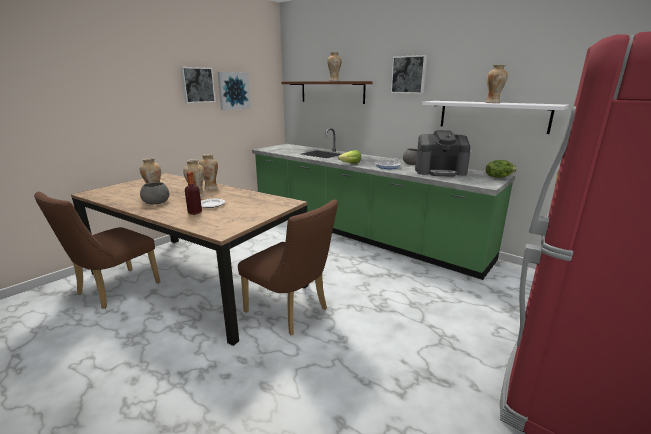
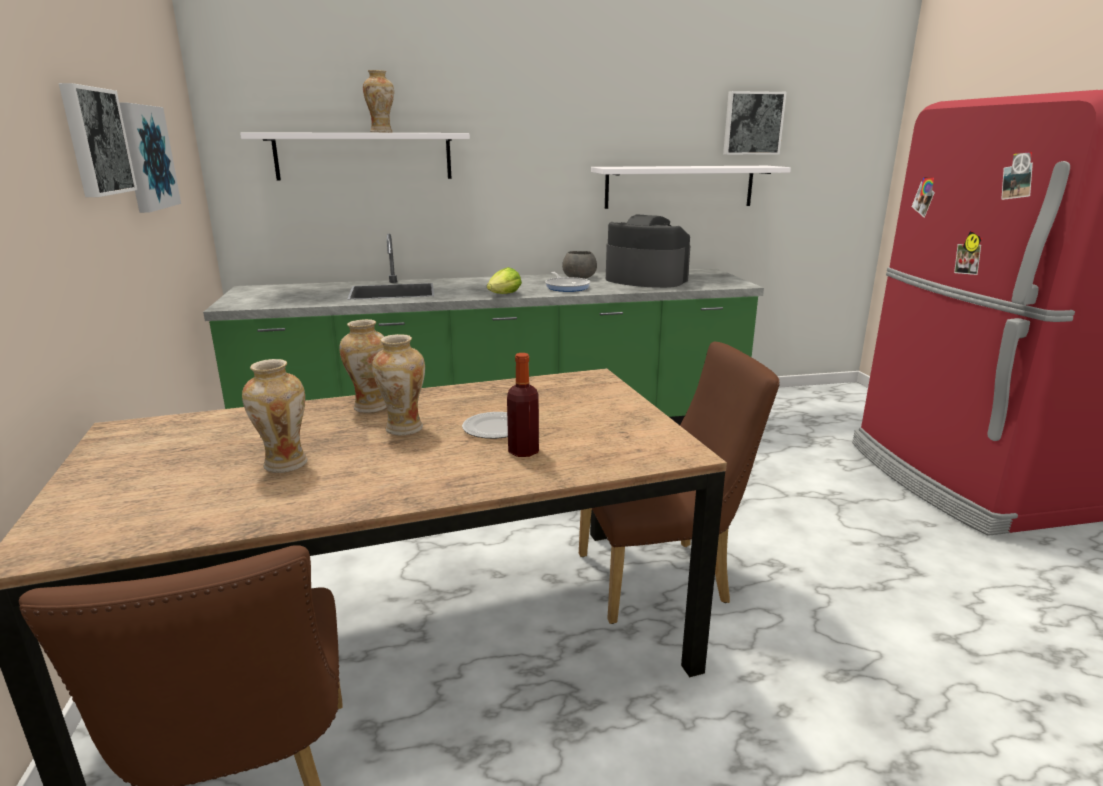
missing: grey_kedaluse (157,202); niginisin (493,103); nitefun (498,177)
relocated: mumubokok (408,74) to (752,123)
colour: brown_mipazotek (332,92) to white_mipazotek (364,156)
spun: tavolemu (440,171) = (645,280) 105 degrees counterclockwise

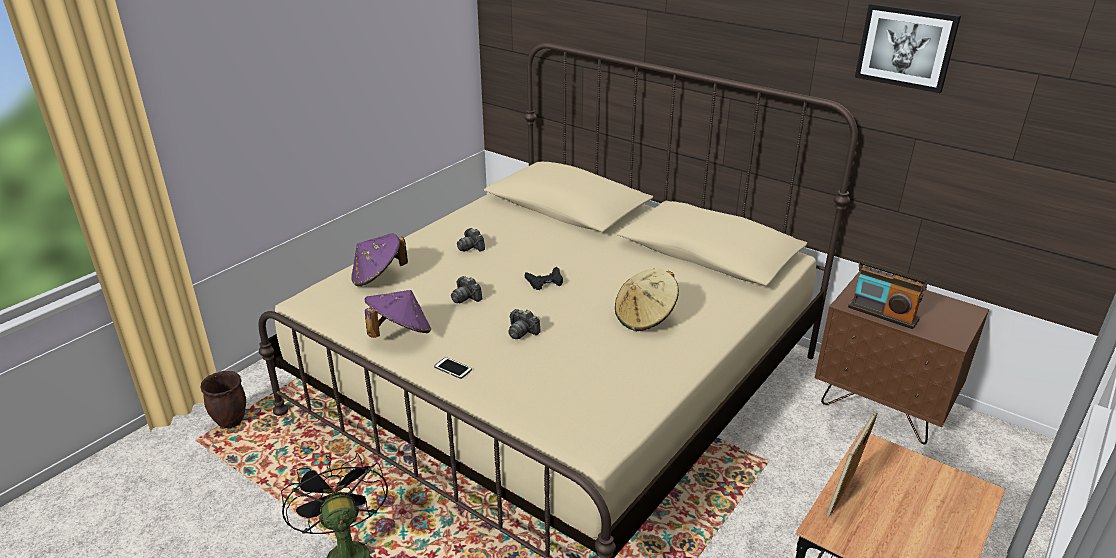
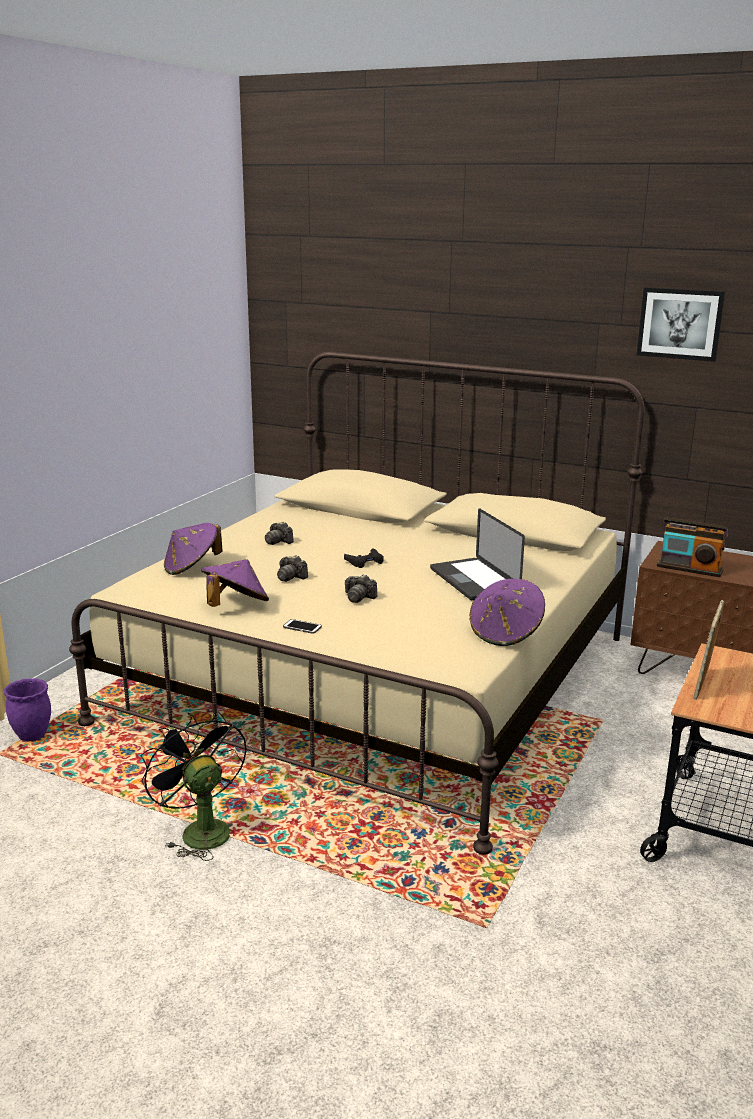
appeared: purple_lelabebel (506,633)
exchanged: beige_lelabebel (645,317) to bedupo (474,580)
colour: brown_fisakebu (231,421) to purple_fisakebu (33,735)

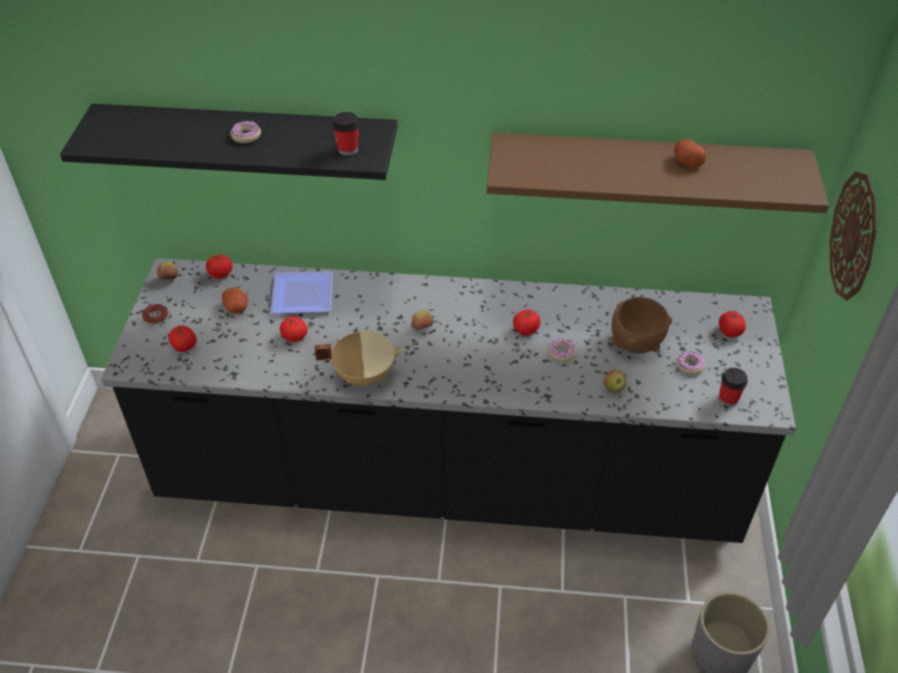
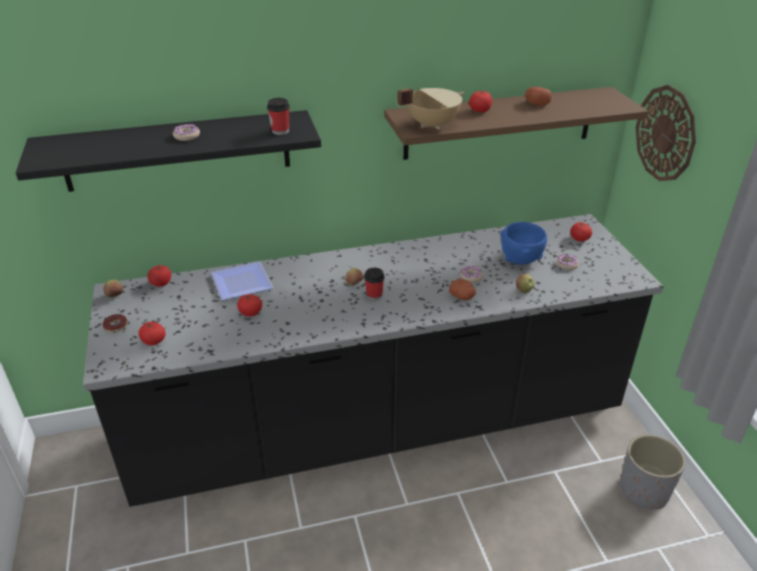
relocated: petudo (237,308) to (462,296); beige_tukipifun (364,374) to (431,124); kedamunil (526,330) to (480,110); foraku (728,399) to (374,295)
colour: brown_kedaluse (635,343) to blue_kedaluse (520,259)

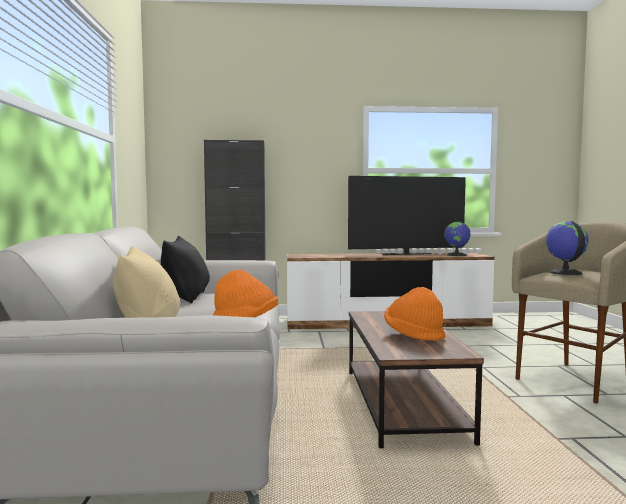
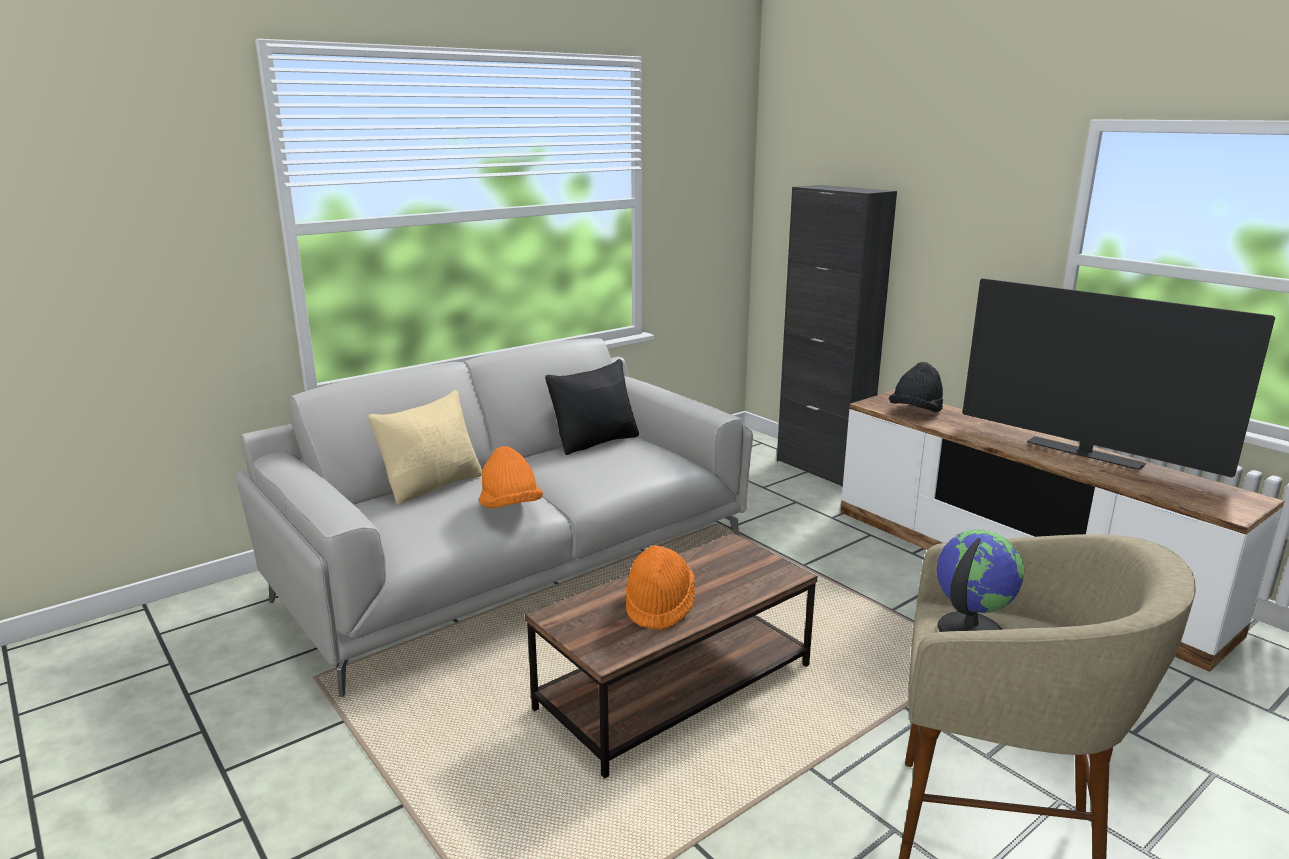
missing: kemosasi (457,255)
appeared: black_lelabebel (915,412)

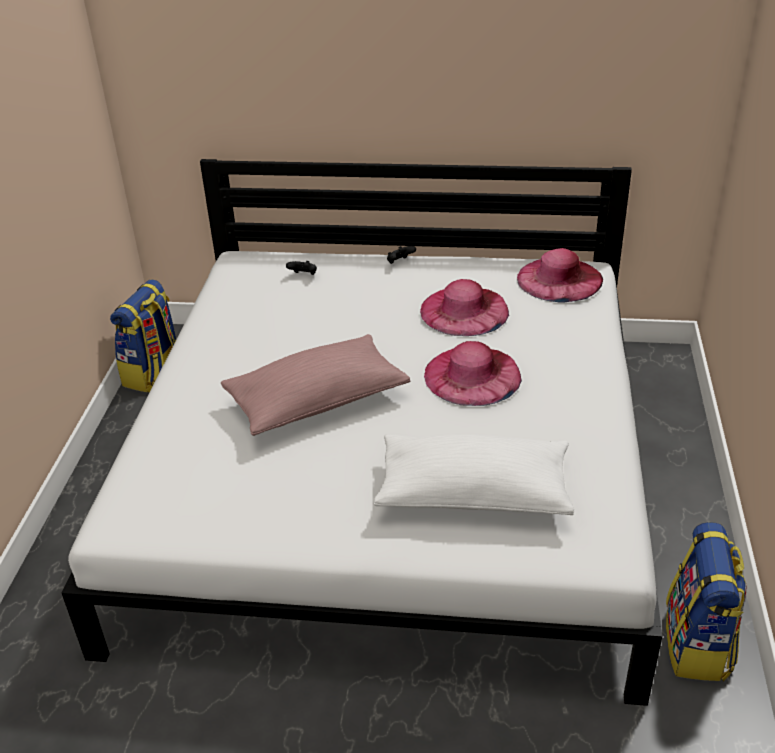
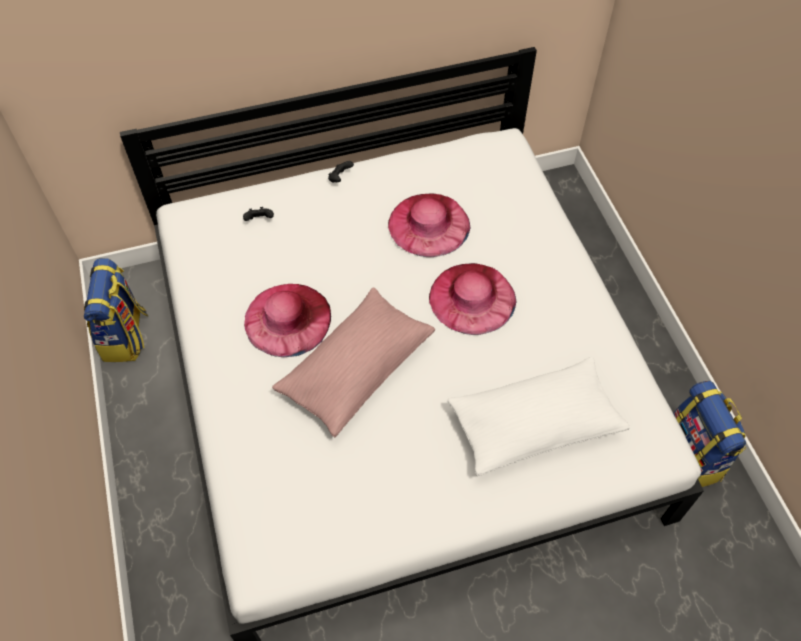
relocated: pink_lelabebel (559,279) to (288,319)

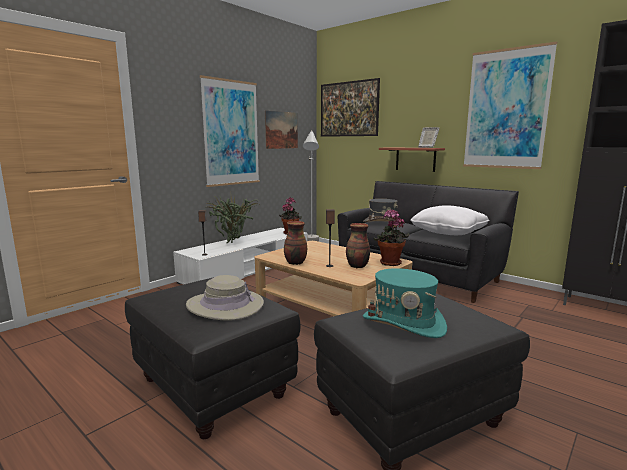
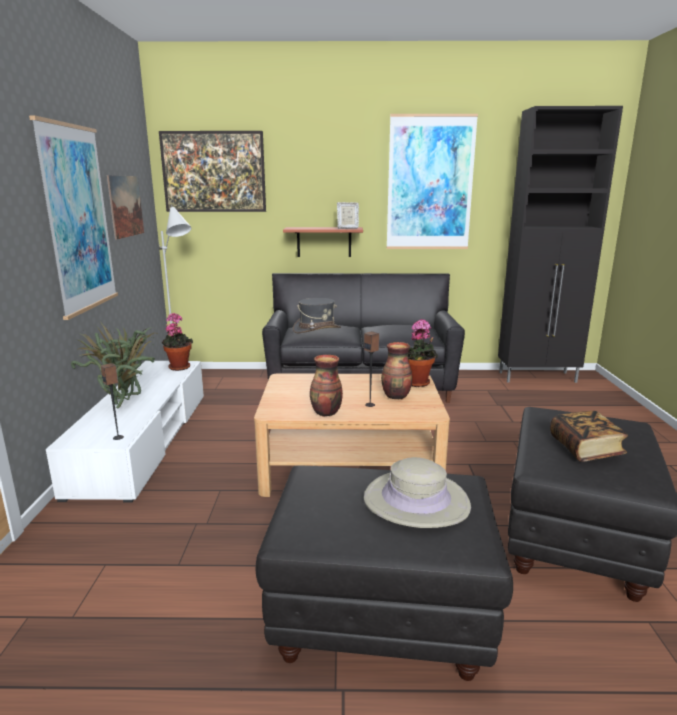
missing: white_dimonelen (448,232)
exchanged: turquoise_lelabebel (403,323) to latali (585,449)

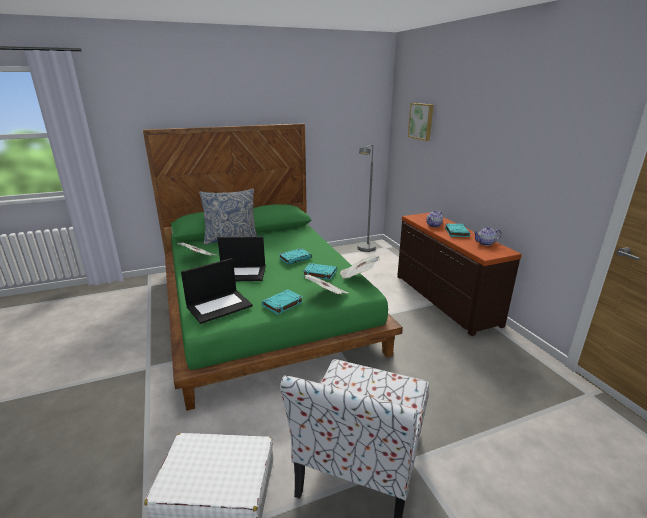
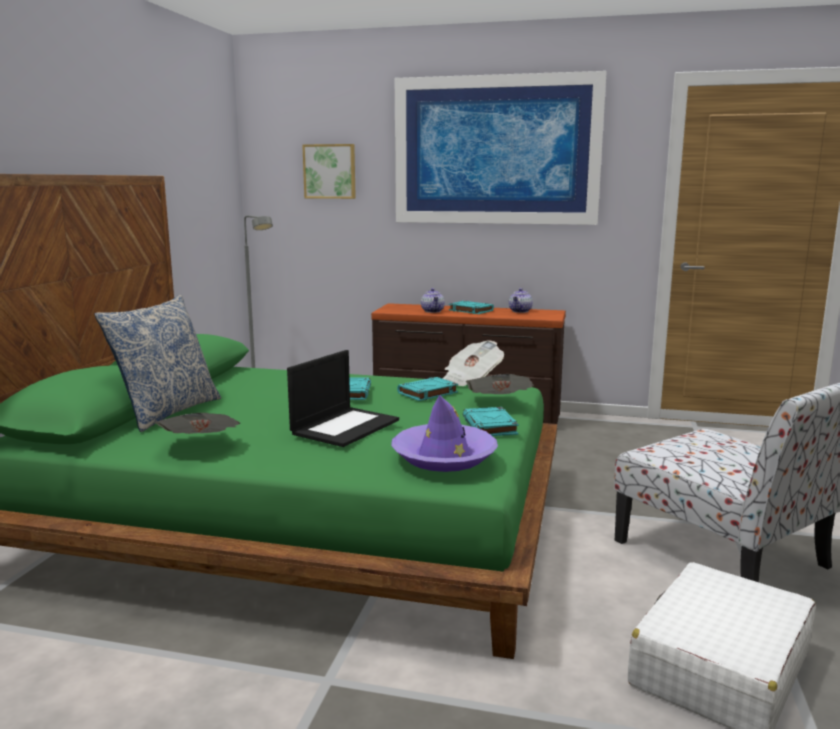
appeared: mumubokok (496,151)
exchanged: bedupo (219,306) to purple_lelabebel (444,456)

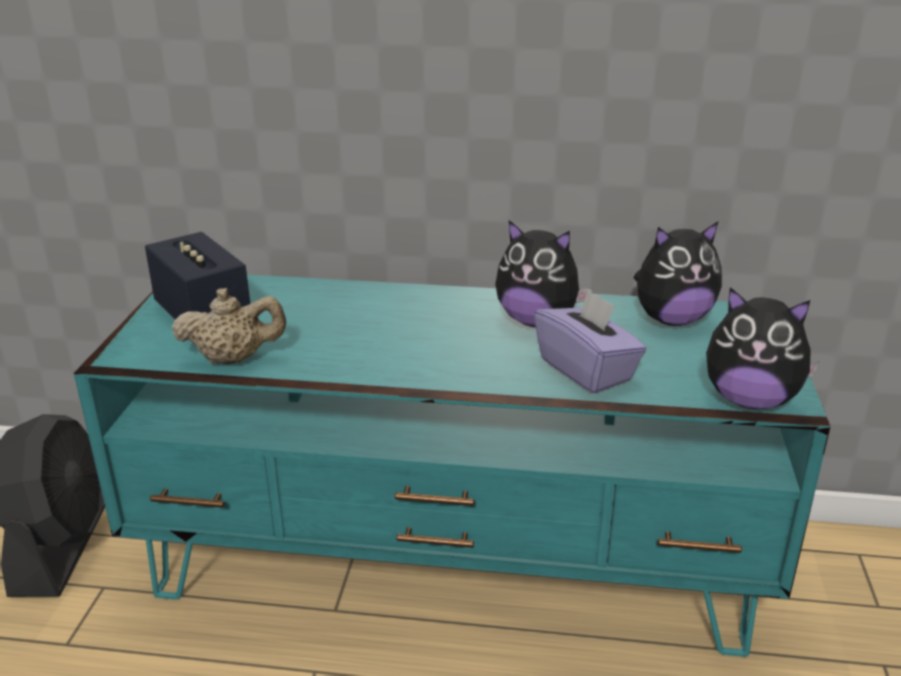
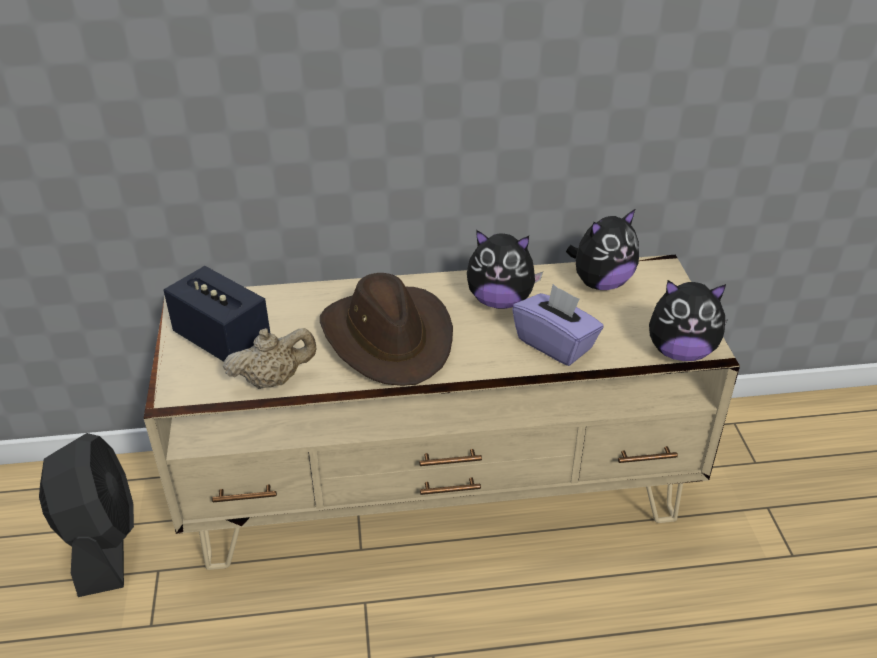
appeared: brown_lelabebel (389,338)
colour: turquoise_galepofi (453,565) to beige_galepofi (440,492)

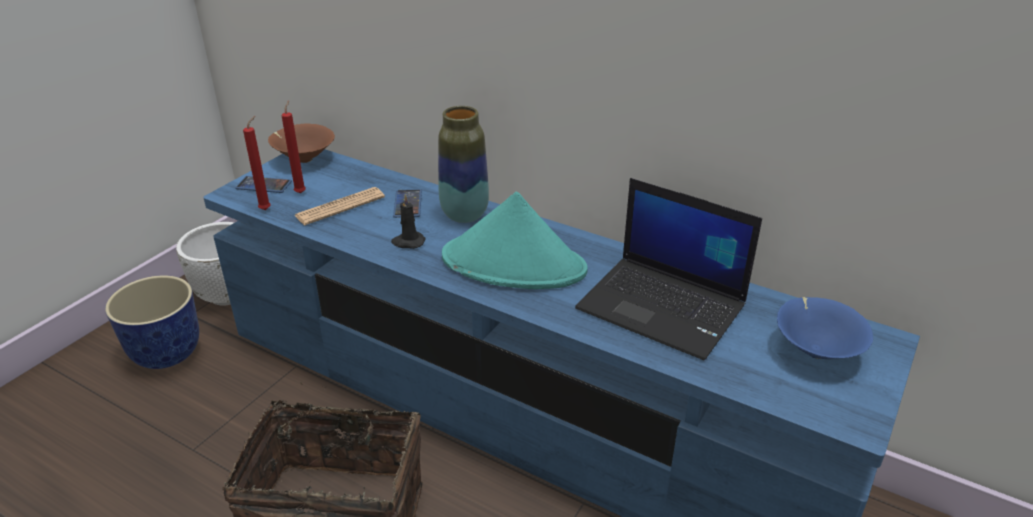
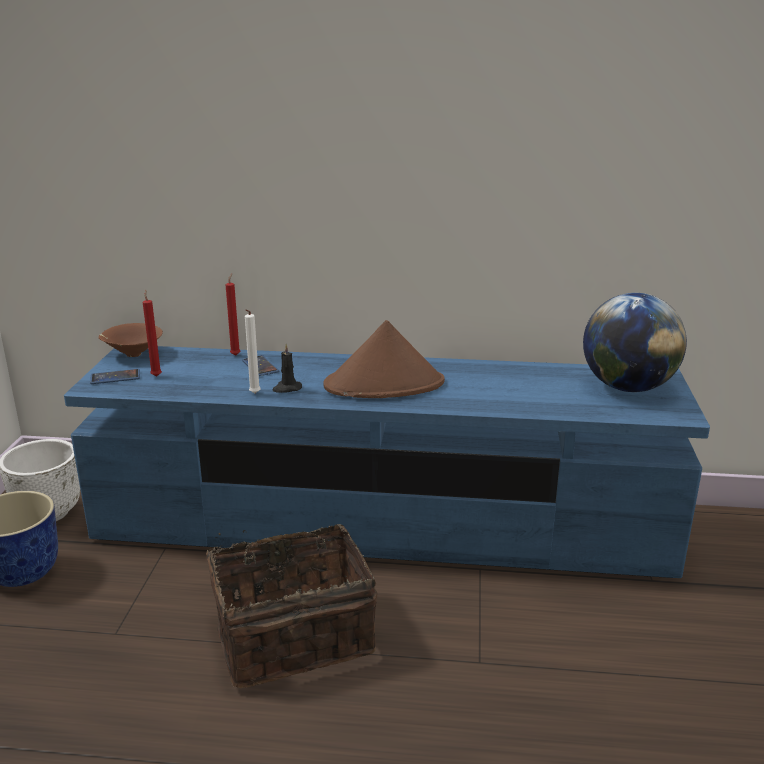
missing: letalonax (340,207); niginisin (464,215); bedupo (664,307)
appeared: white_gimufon (254,394)
relocated: red_gimufon (267,209) to (236,355)
exchanged: blue_kedaluse (815,350) to kemosasi (627,387)
colour: turquoise_lelabebel (514,264) to brown_lelabebel (385,385)

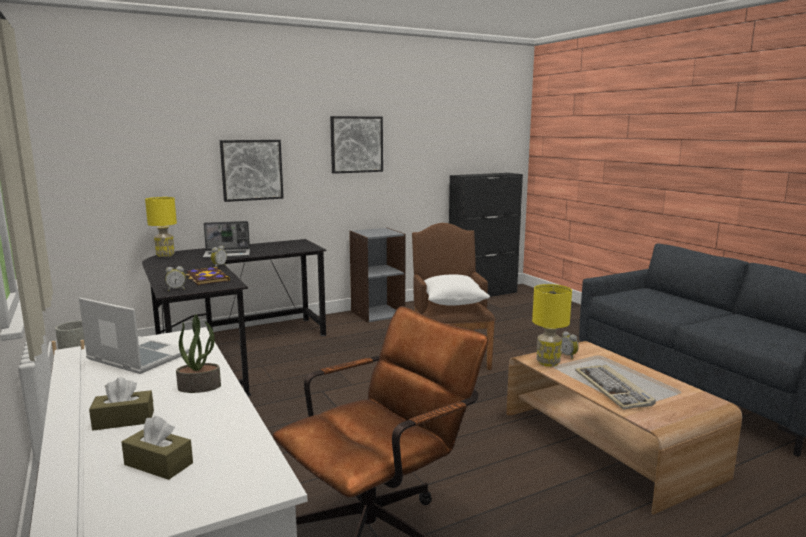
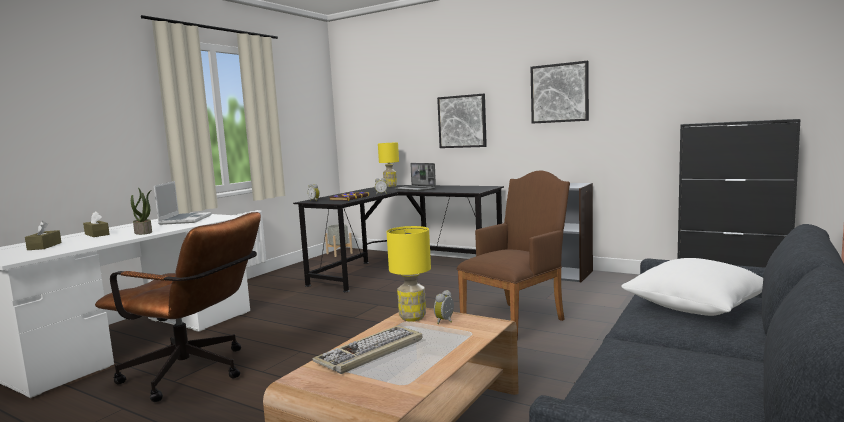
relocated: white_dimonelen (452,302) to (696,307)

